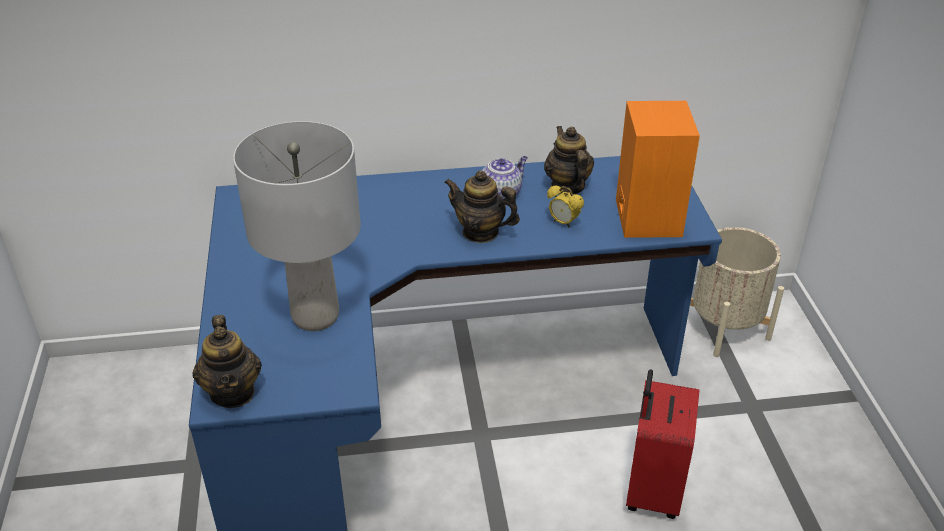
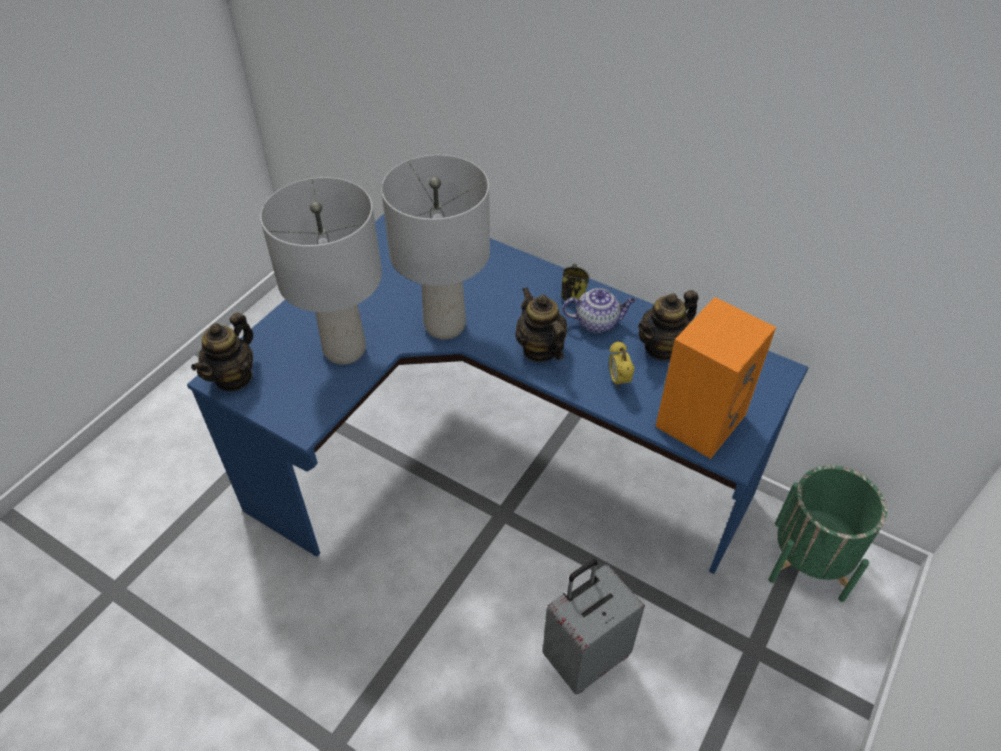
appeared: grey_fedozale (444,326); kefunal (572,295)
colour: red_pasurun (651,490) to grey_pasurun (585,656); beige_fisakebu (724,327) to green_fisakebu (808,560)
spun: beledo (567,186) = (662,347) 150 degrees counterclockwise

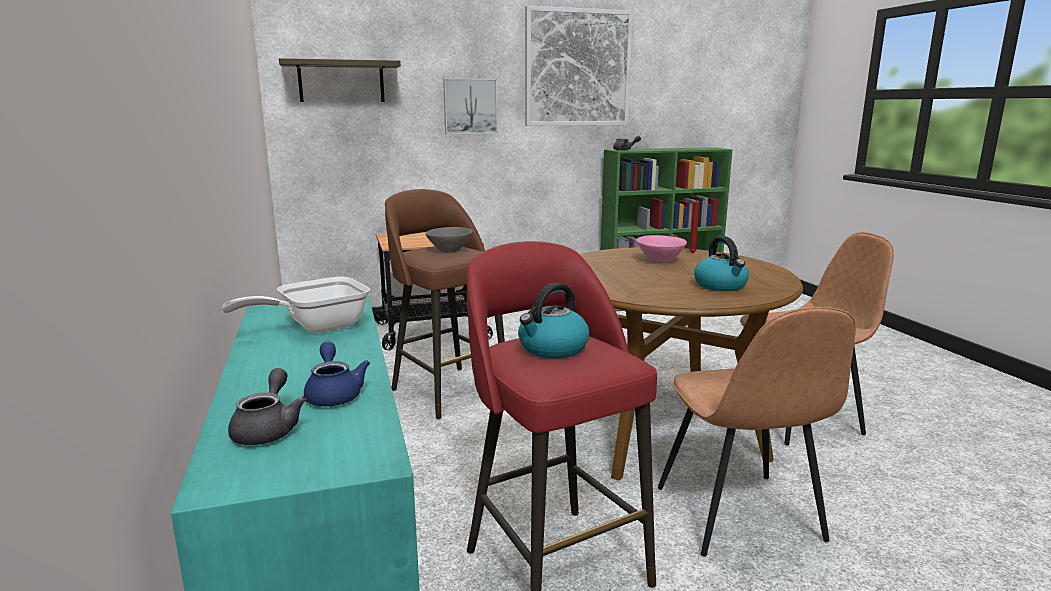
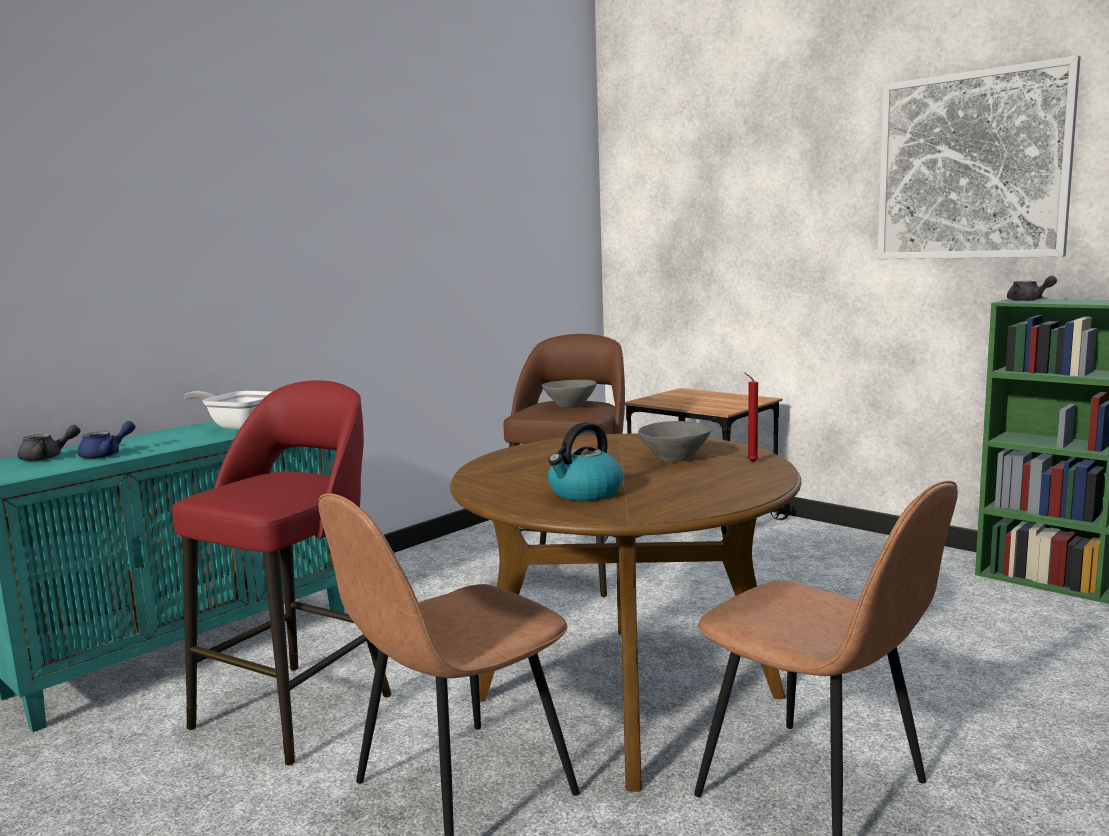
missing: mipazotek (341,81); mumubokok (470,106); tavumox (552,349)
colour: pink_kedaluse (660,261) to grey_kedaluse (673,459)

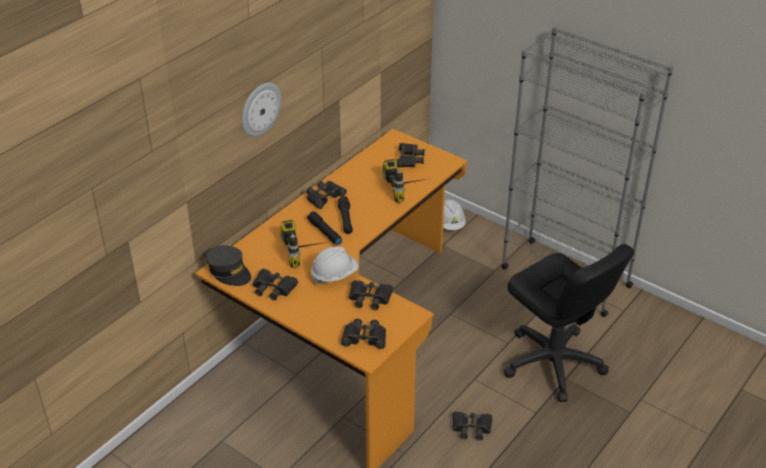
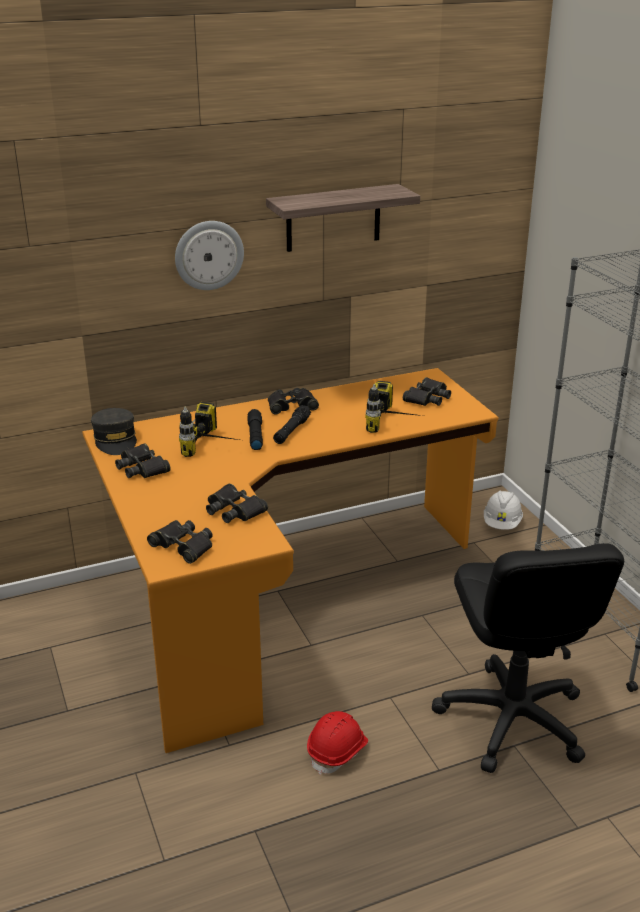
missing: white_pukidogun (334,275)
appeared: mipazotek (333,218)
exchanged: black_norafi (471,427) to red_pukidogun (338,751)

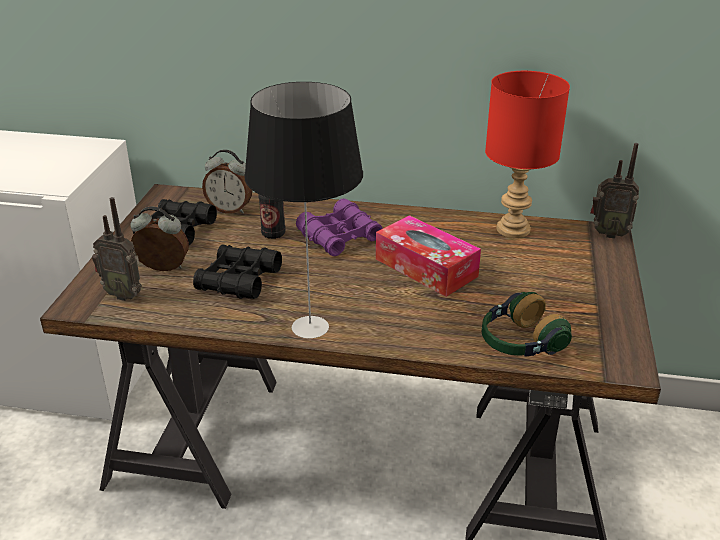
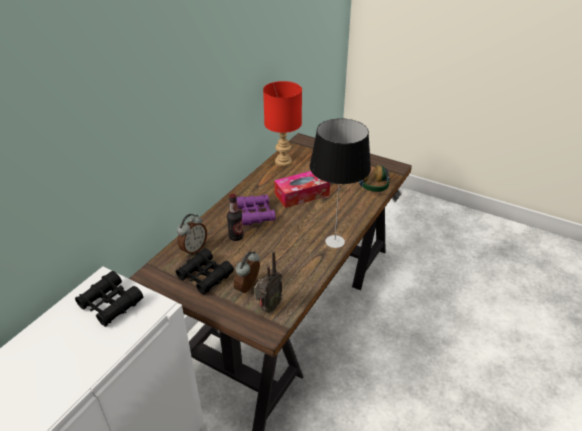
missing: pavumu (608,233)
relocated: black_norafi (238,280) to (110,304)

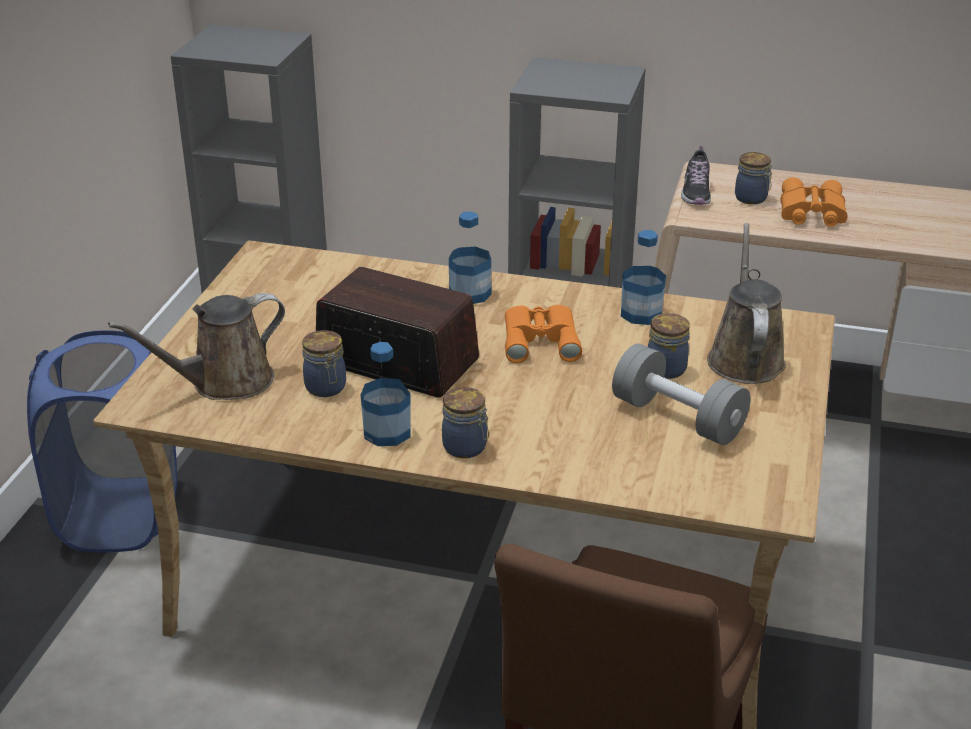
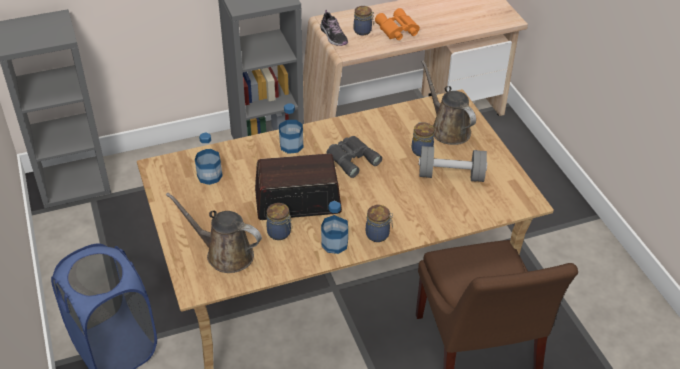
relocated: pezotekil (641,313) to (209,176)
colour: orange_norafi (540,339) to grey_norafi (351,158)
spun: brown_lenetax (224,382) = (225,254) 90 degrees clockwise

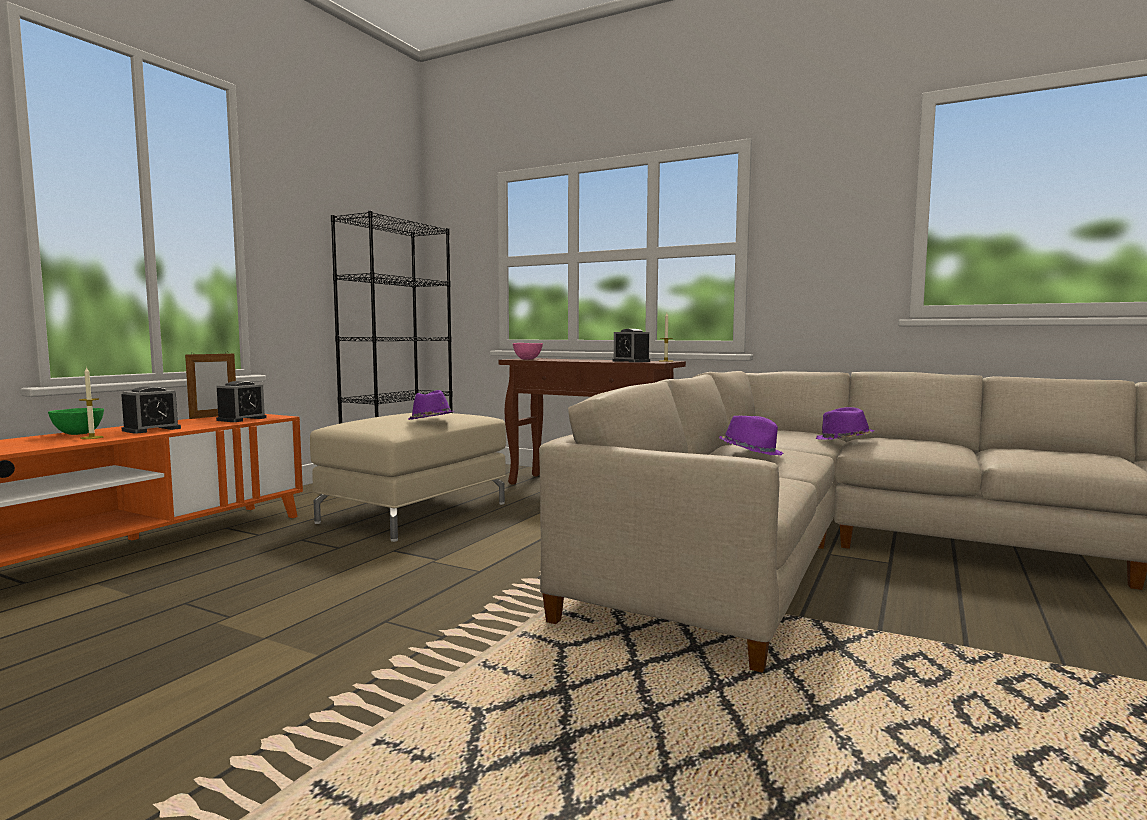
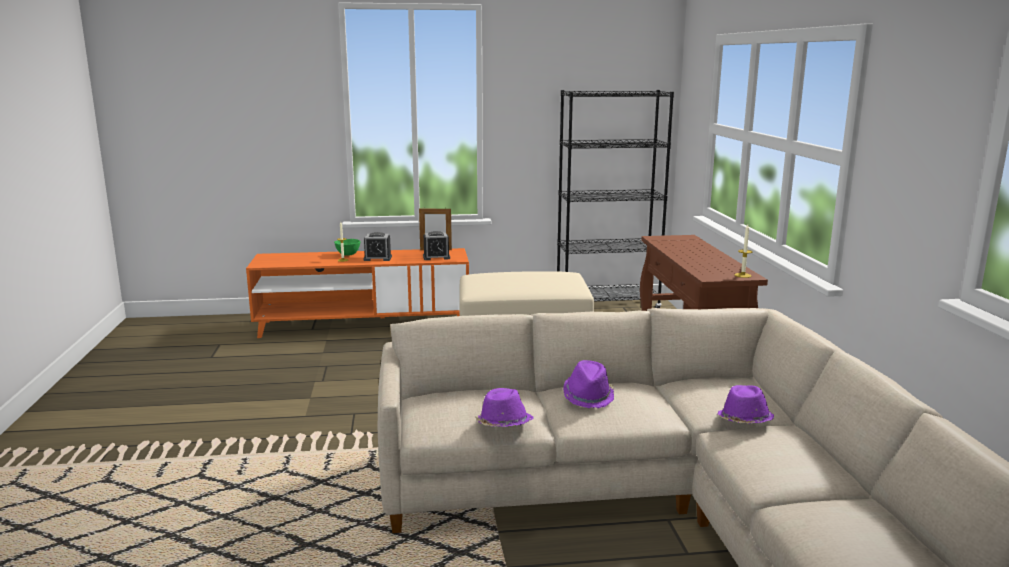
missing: pink_kedaluse (528,359); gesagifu (631,361)
relocated: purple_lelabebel (430,421) to (503,424)

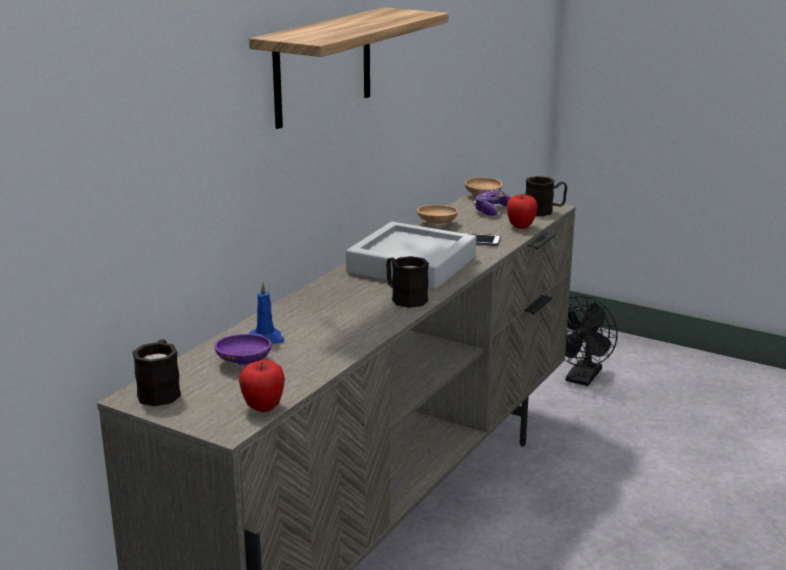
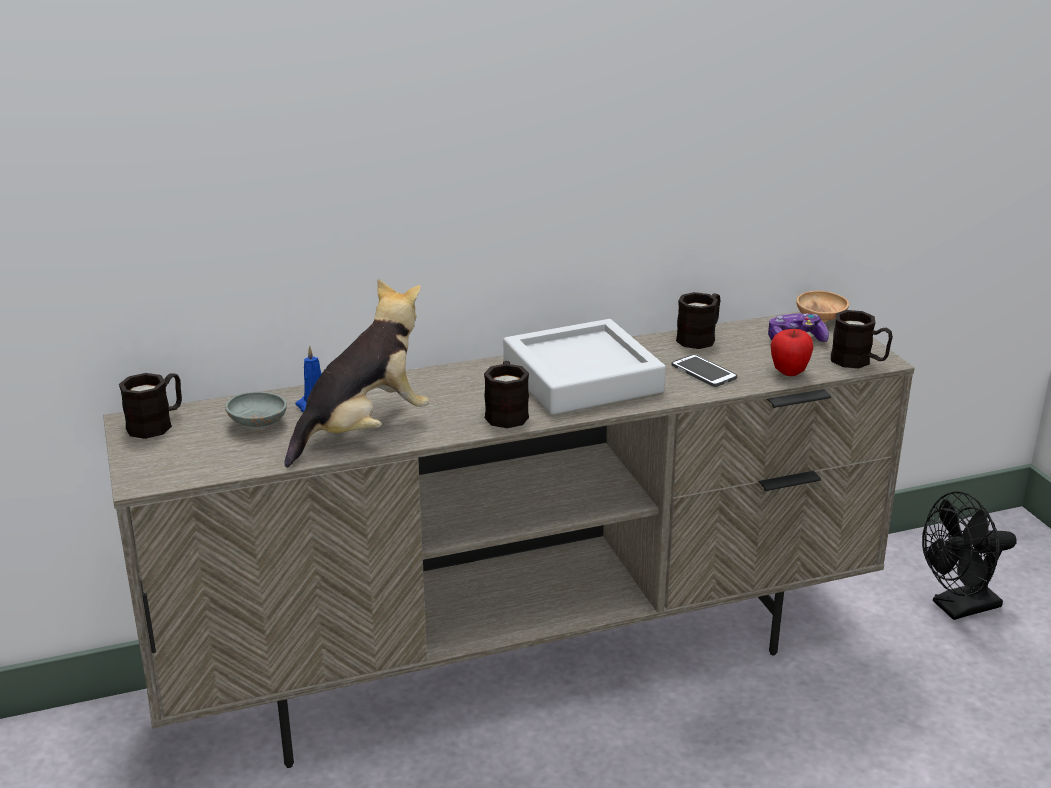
missing: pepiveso (263,407); mipazotek (323,67)
appeared: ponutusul (363,430)
exchanged: brown_kedaluse (437,224) to black_kefunal (700,337)
colour: purple_kedaluse (244,362) to grey_kedaluse (258,423)

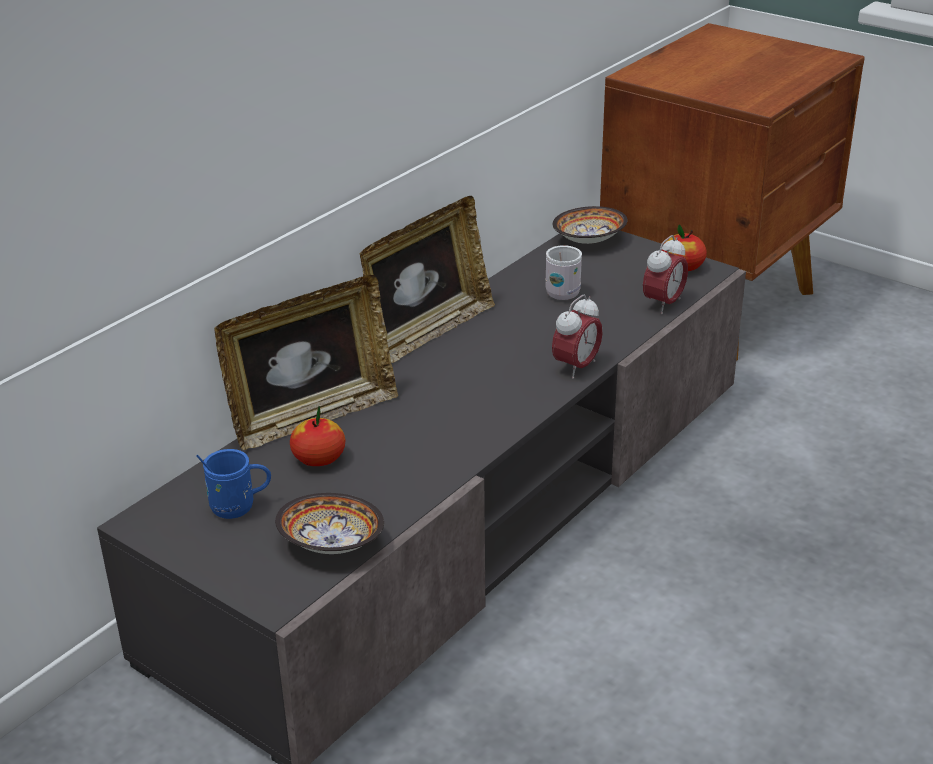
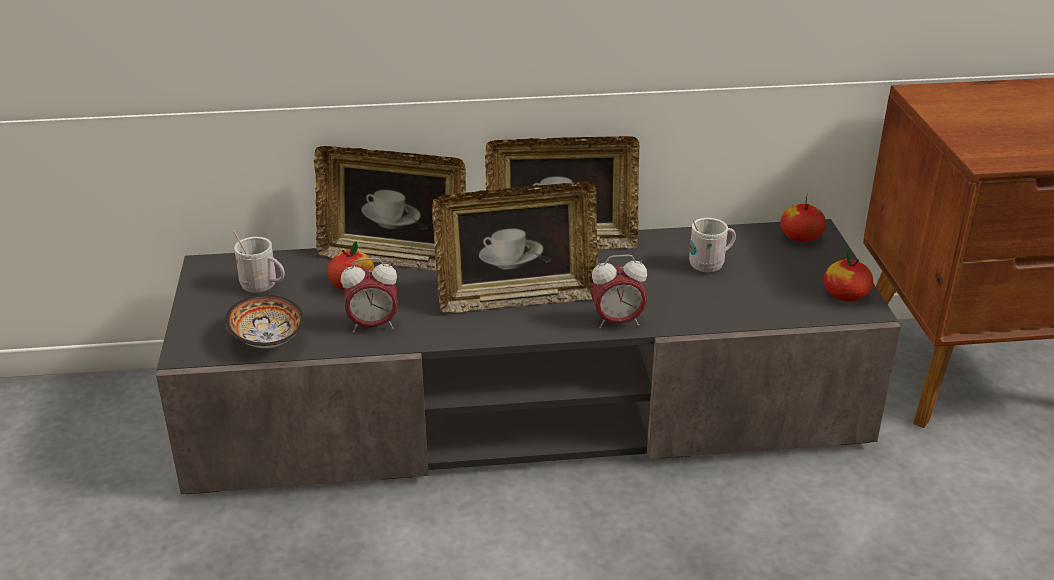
appeared: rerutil (517,298)
relocated: gesagifu (663,304) to (373,325)
exchanged: kedaluse (587,241) to pepiveso (801,237)
colour: blue_kefunal (239,507) to white_kefunal (263,287)

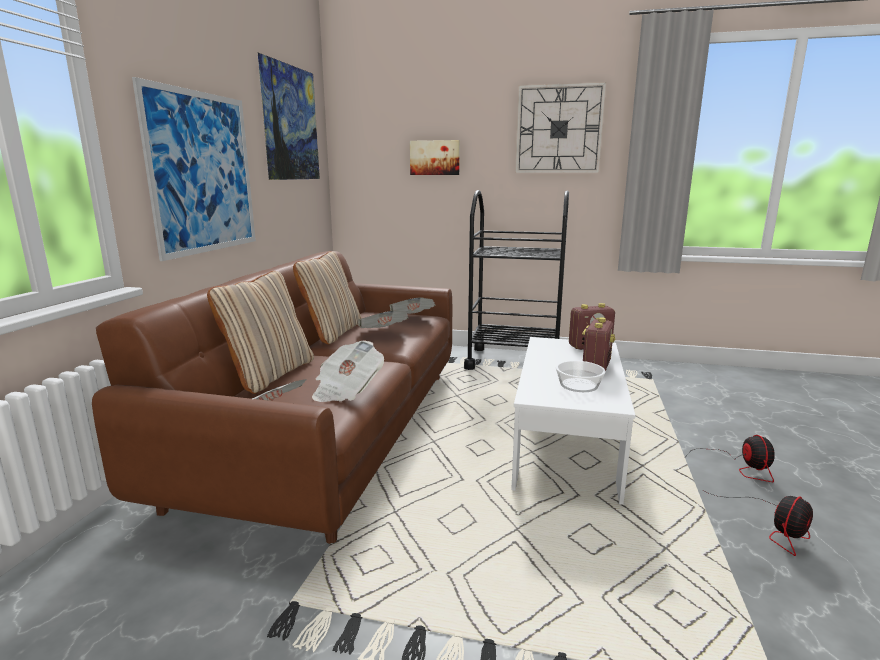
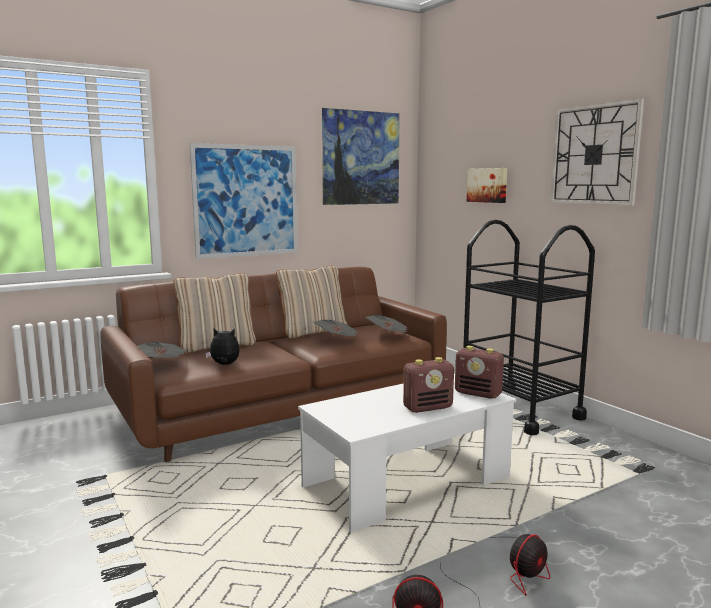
missing: kedaluse (578,385)
exchanged: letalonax (346,390) to ponutusul (224,365)

